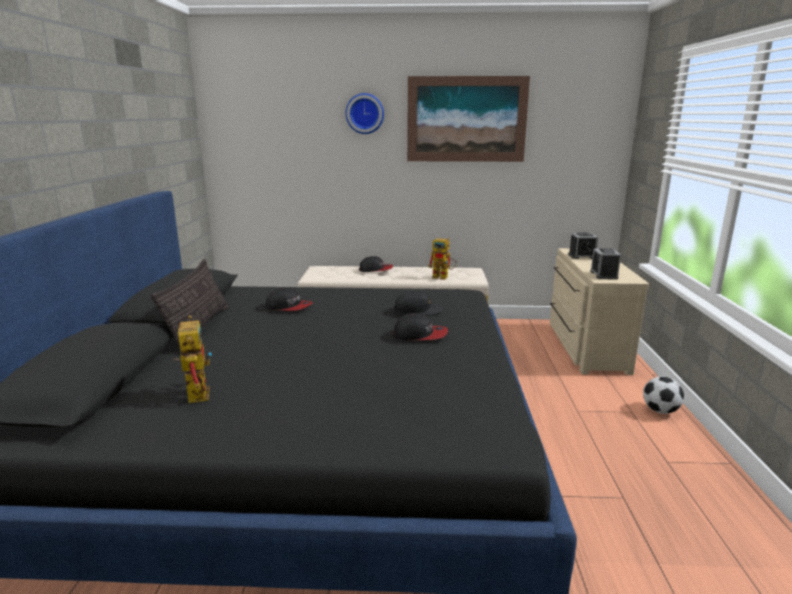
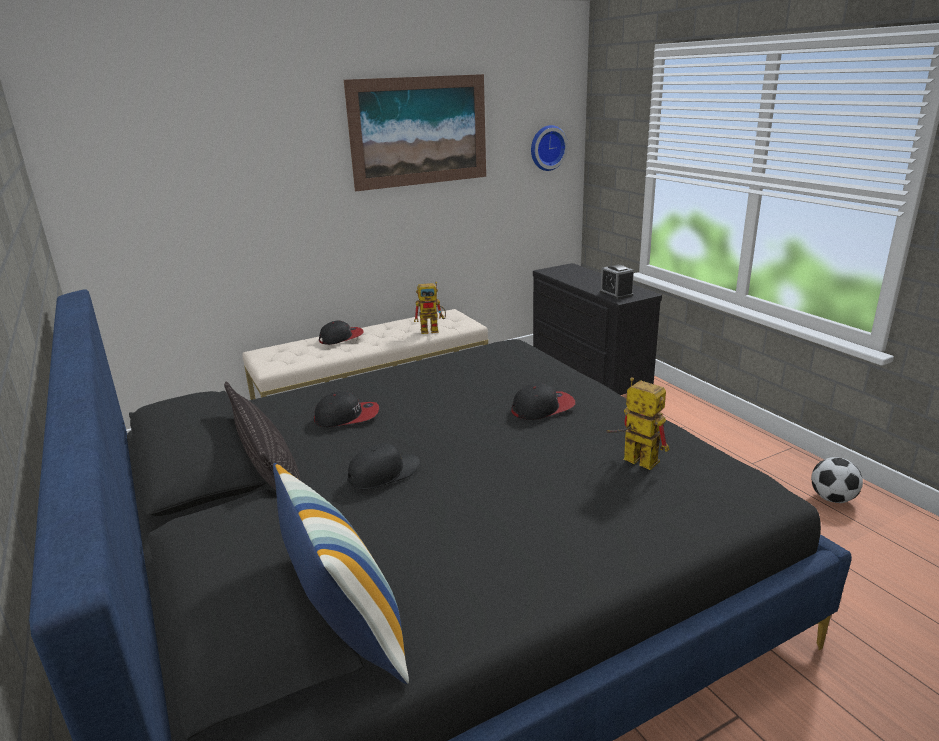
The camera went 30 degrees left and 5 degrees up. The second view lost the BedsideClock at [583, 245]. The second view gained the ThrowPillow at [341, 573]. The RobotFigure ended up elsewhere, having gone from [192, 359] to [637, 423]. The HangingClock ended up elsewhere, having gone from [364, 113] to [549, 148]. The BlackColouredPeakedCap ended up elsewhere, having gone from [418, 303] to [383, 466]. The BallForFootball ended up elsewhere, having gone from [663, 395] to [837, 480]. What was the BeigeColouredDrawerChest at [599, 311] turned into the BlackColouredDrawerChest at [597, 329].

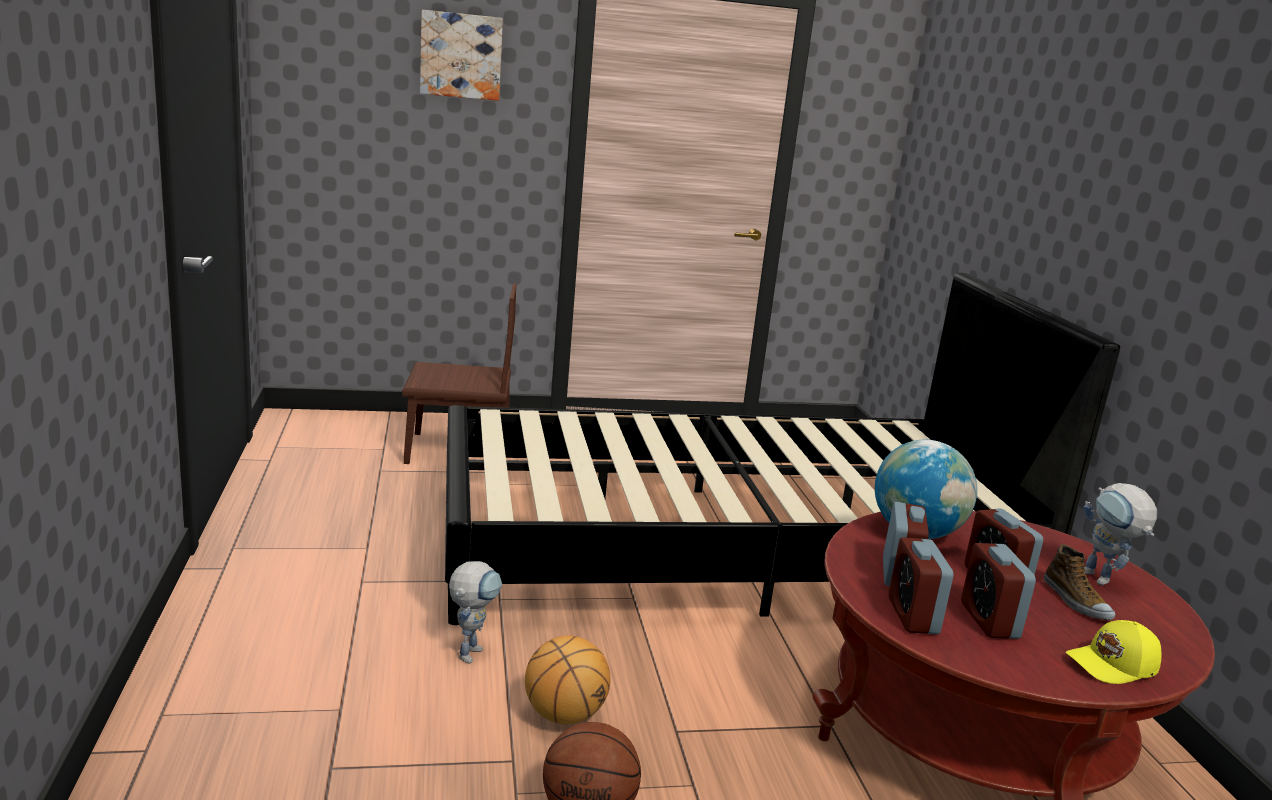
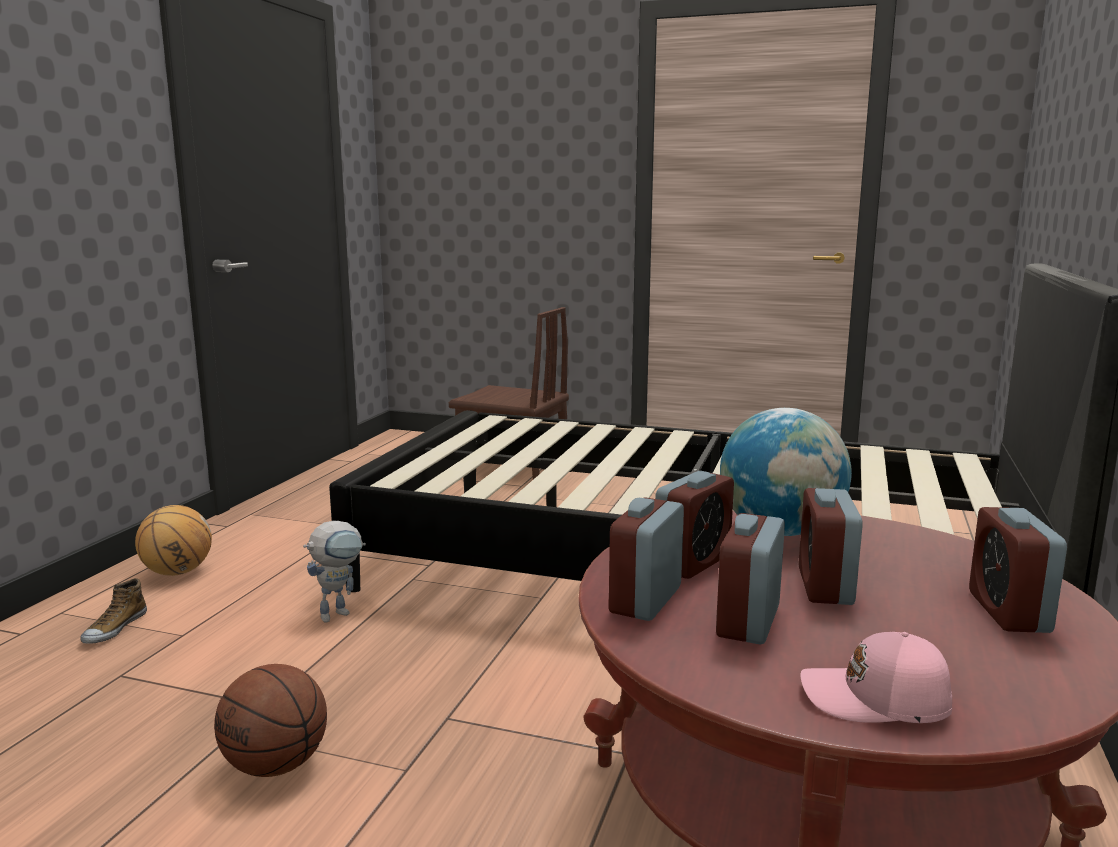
The camera went 30 degrees right and 5 degrees down. The second view lost the WallArt at [461, 55]. The BasketballBall ended up elsewhere, having gone from [567, 679] to [173, 540]. The LowShoe ended up elsewhere, having gone from [1079, 582] to [113, 611]. Where the RobotFigure stood at [1120, 534], the BedsideClock came to stand at [1018, 570]. What was the YellowColouredPeakedCap at [1113, 652] turned into the PinkishPeakedCap at [876, 677].

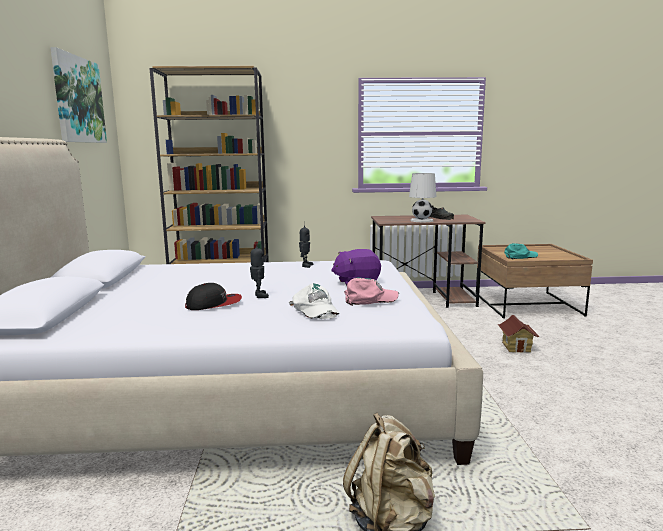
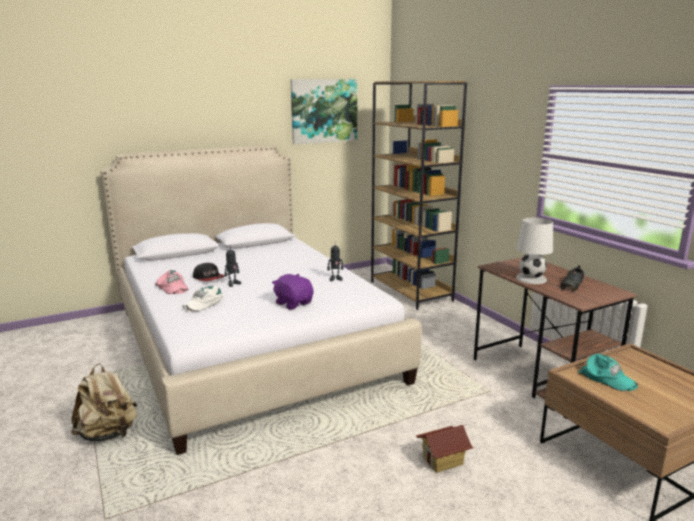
The camera went 65 degrees right and 5 degrees up. The PinkishPeakedCap ended up elsewhere, having gone from [371, 291] to [172, 282].

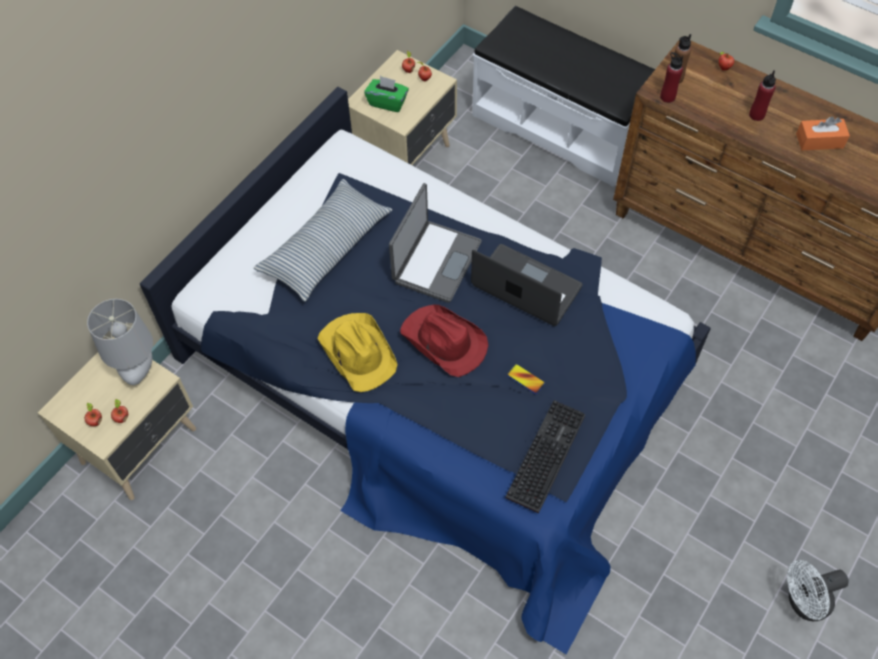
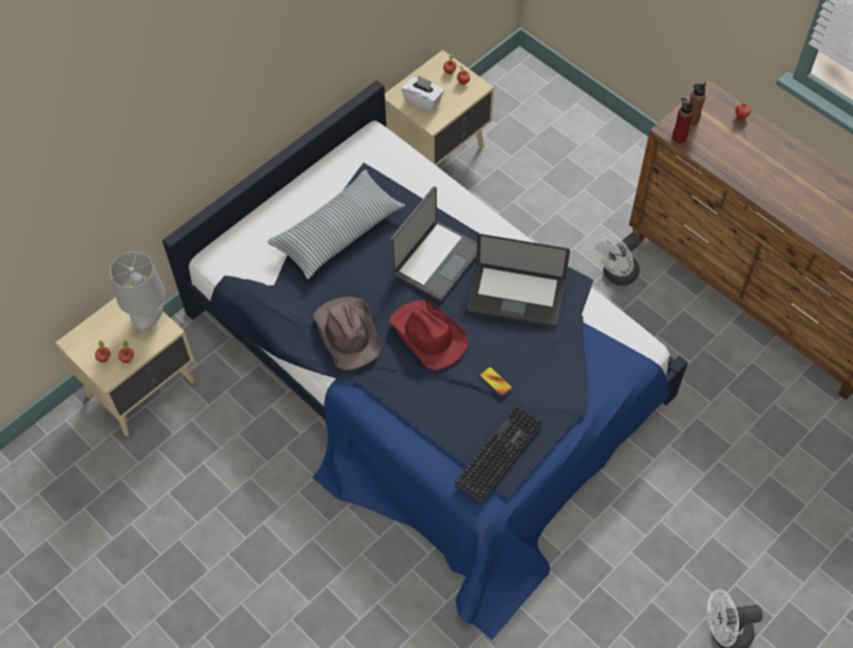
The camera went 10 degrees right and 0 degrees up. The second view lost the WhiteColouredBench at [563, 96]. The second view lost the RedBeverageBottle at [762, 95]. The second view lost the OrangeyBoxOfTissues at [823, 133]. The second view gained the WhiteColouredElectricFan at [618, 259]. What was the YellowColouredClothingHat at [357, 352] turned into the BrownColouredClothingHat at [347, 333]. What was the GreenBoxOfTissues at [386, 94] turned into the WhiteColouredBoxOfTissues at [422, 93]. The NotebookComputer at [527, 285] ended up facing another way, 150 degrees clockwise from before.

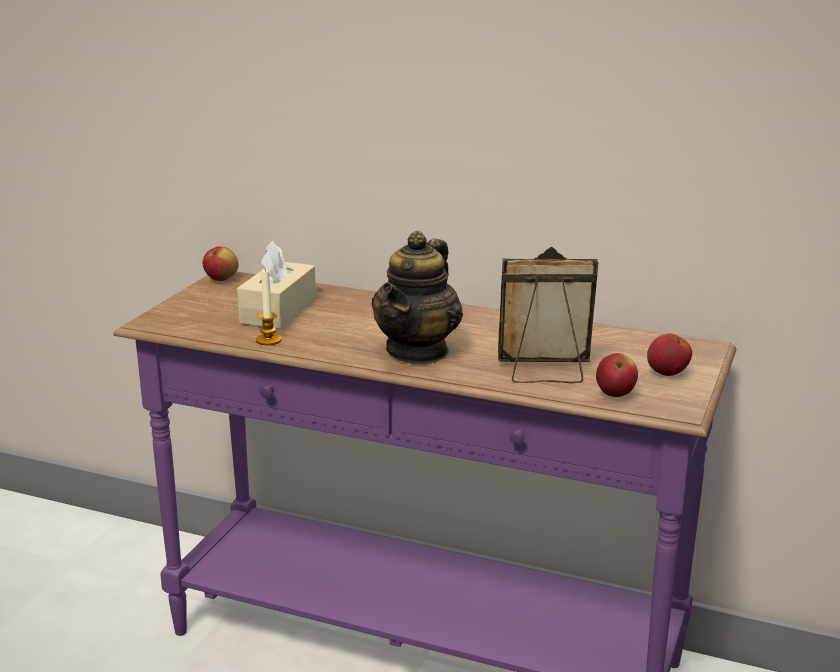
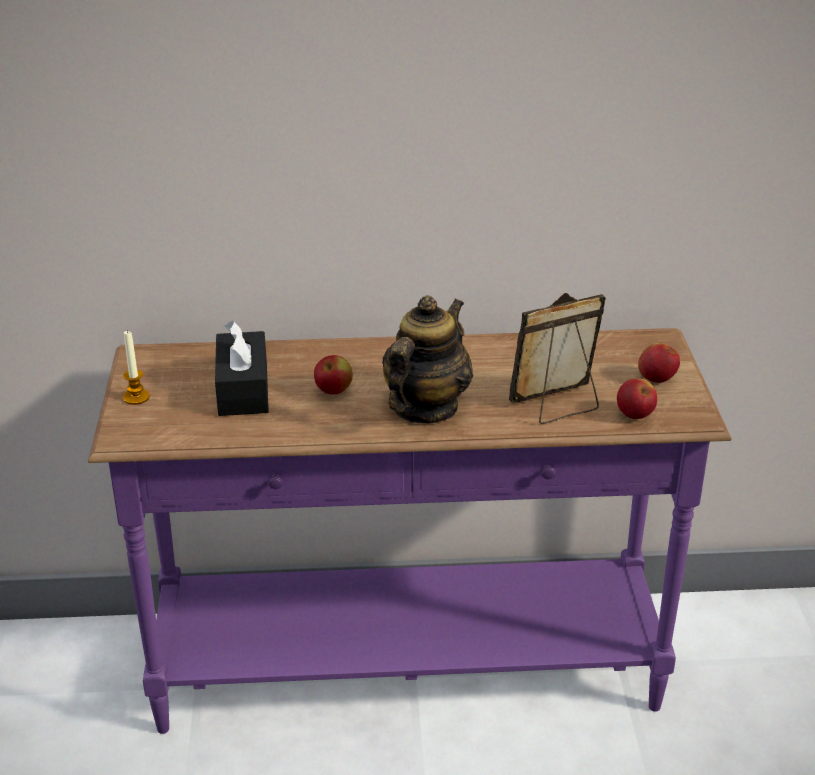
The camera went 25 degrees left and 10 degrees up. The Apple ended up elsewhere, having gone from [221, 264] to [333, 374]. The Candle ended up elsewhere, having gone from [269, 307] to [136, 367]. What was the BeigeColouredBoxOfTissues at [276, 285] turned into the BlackColouredBoxOfTissues at [242, 368]. The TeaPot at [417, 297] ended up facing another way, 150 degrees counterclockwise from before.

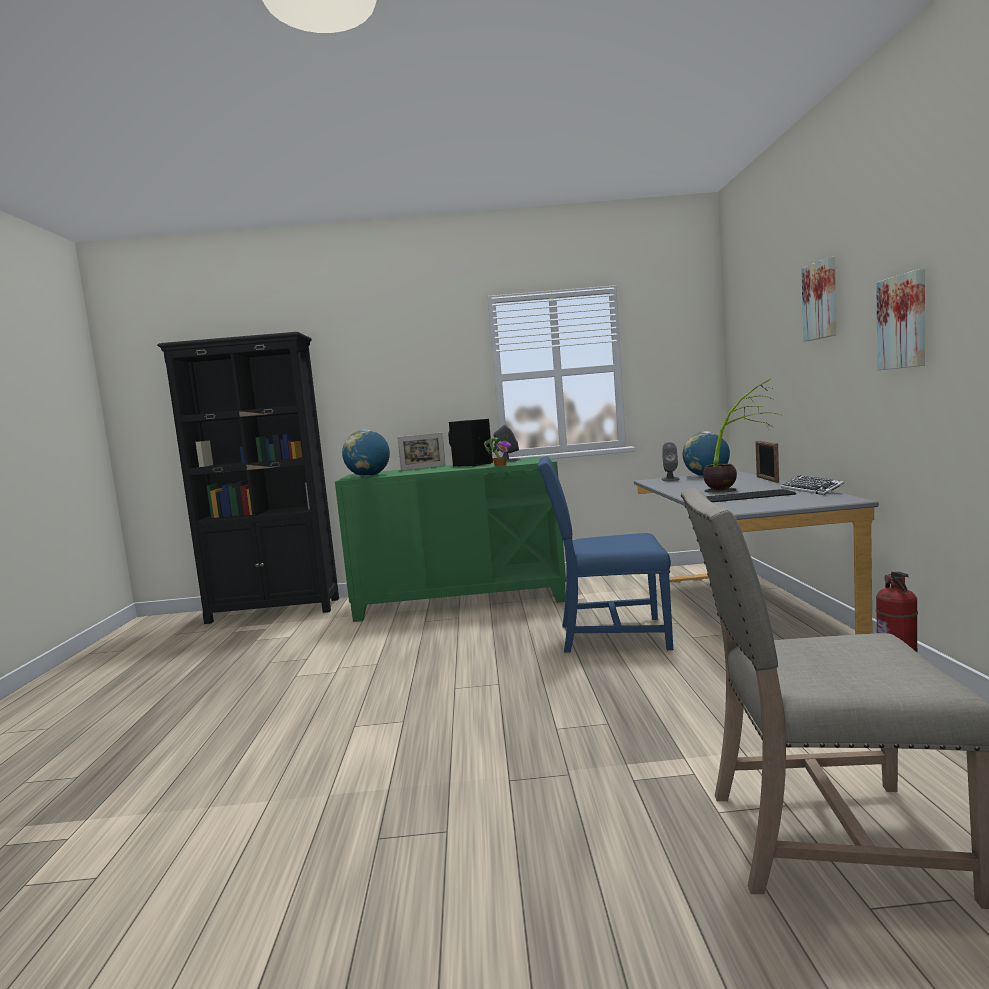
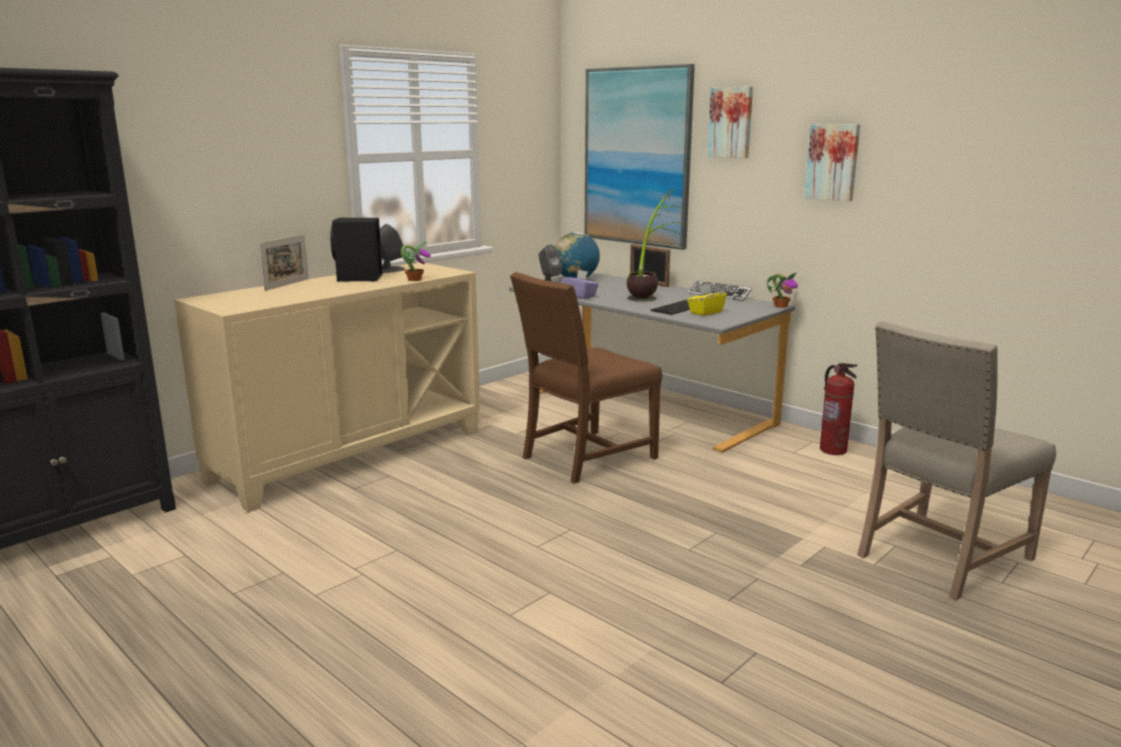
The camera went 45 degrees left and 10 degrees up. The second view lost the WorldGlobe at [366, 453]. The second view gained the PurplishBoxOfTissues at [580, 284]. The second view gained the WallArt at [639, 157]. The second view gained the YellowColouredBoxOfTissues at [707, 300]. The second view gained the PlantInAPot at [782, 290]. What was the GreenCupboard at [450, 539] turned into the BeigeColouredCupboard at [327, 387]. What was the BlueChair at [605, 554] turned into the BrownColouredChair at [586, 378].

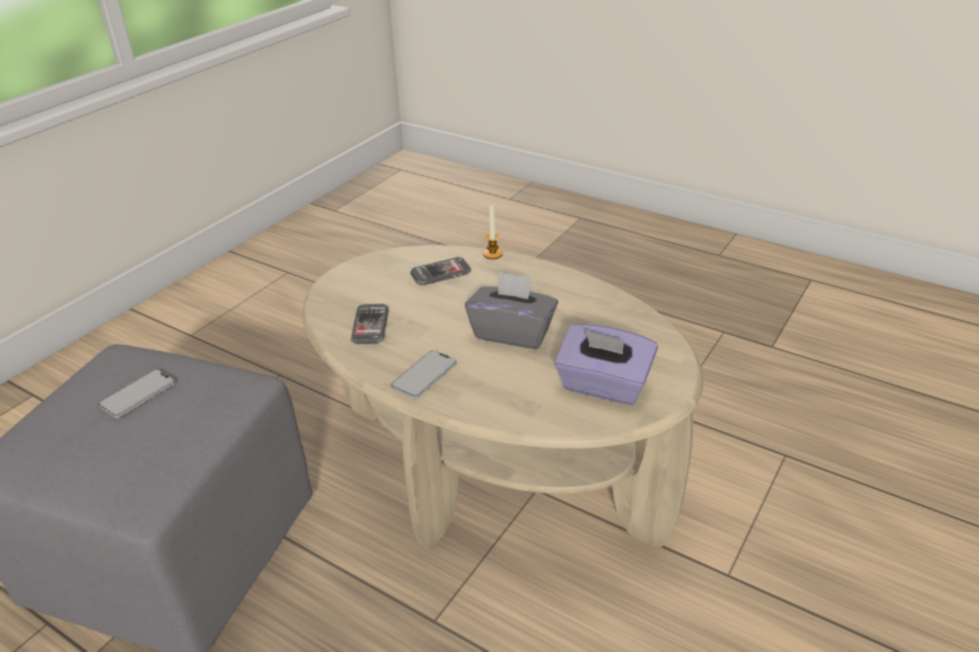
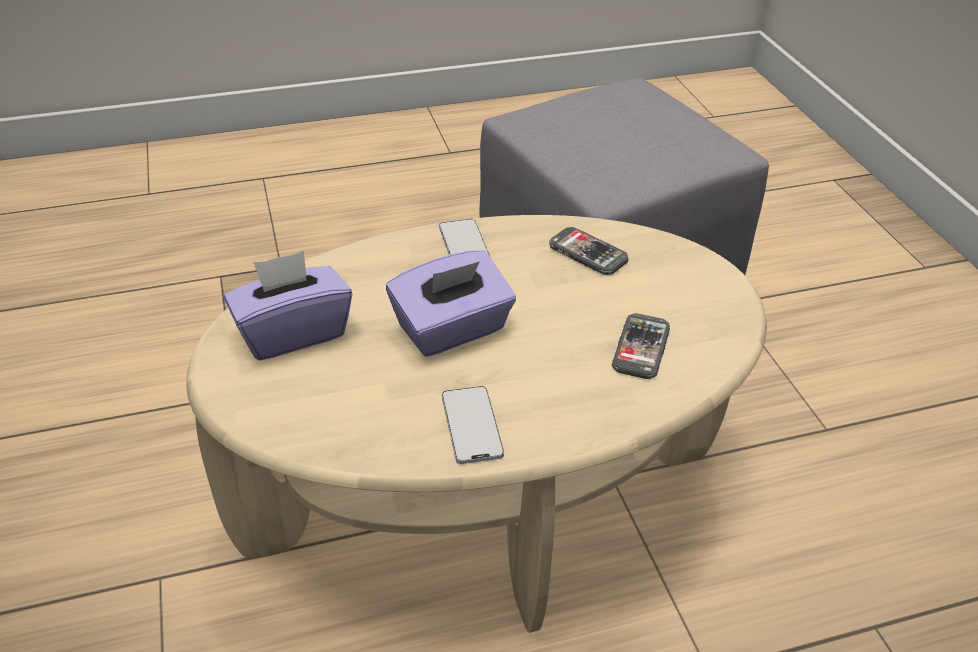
The camera went 130 degrees right and 5 degrees up. The second view lost the Candle at [493, 231]. The Handset ended up elsewhere, having gone from [136, 393] to [473, 425]. What was the GrayBoxOfTissues at [511, 310] turned into the PurplishBoxOfTissues at [451, 304].

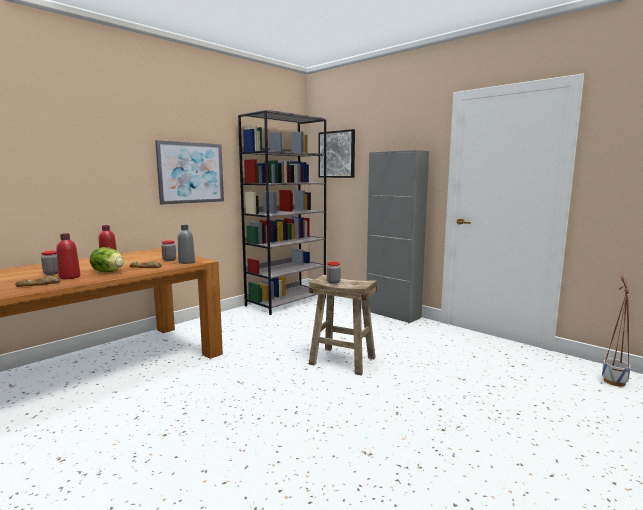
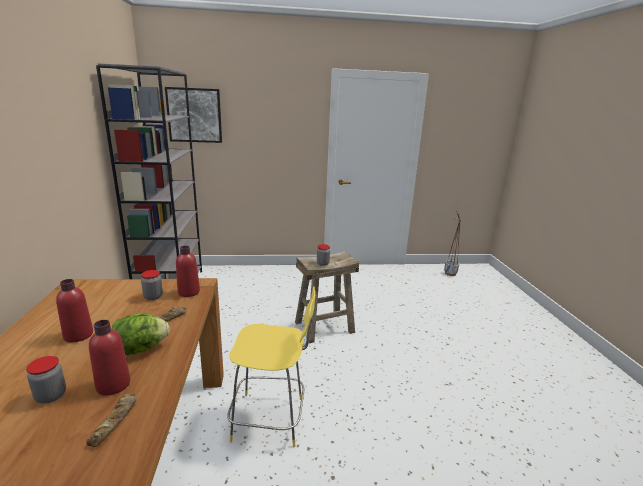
The camera went 50 degrees left and 10 degrees up. The second view lost the WallArt at [189, 172]. The second view lost the GrayCupboard at [398, 237]. The second view gained the YellowColouredStool at [271, 367]. What was the GrayBeverageBottle at [186, 244] turned into the RedBeverageBottle at [188, 271].

